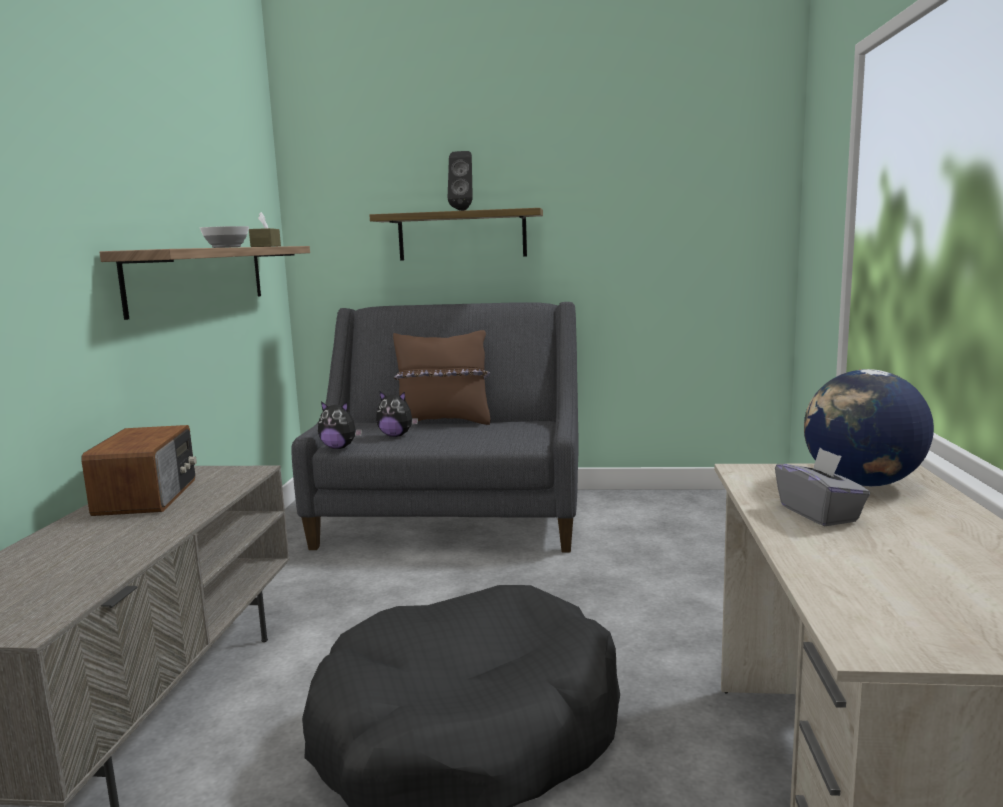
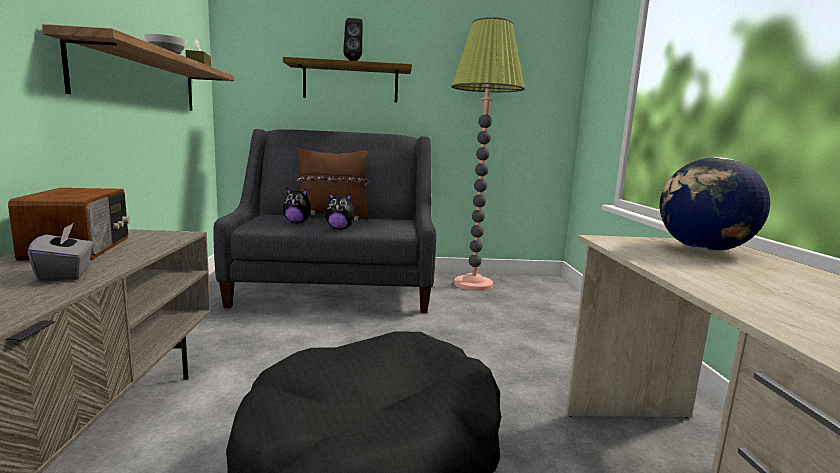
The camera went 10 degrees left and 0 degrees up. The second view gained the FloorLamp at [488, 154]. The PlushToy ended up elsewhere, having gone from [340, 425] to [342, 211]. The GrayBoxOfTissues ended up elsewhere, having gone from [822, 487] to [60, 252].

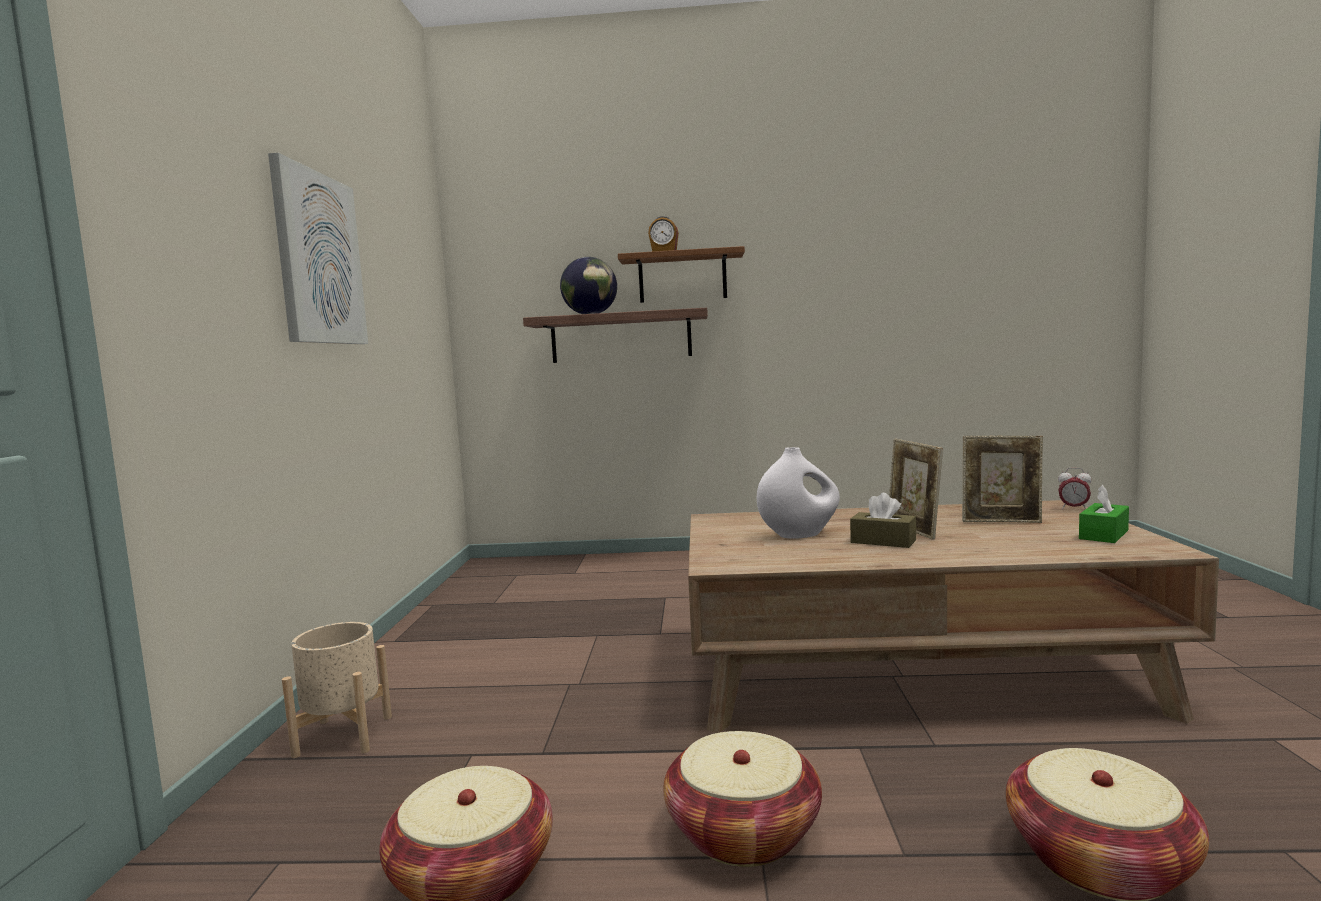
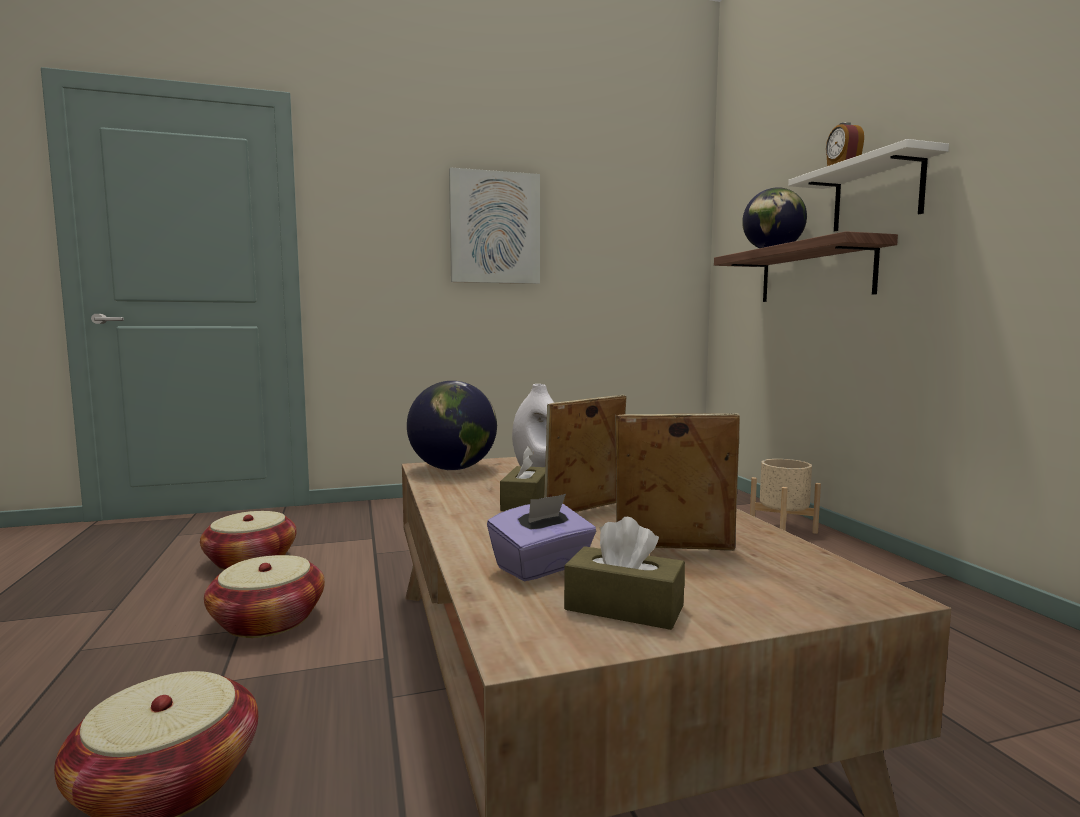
The camera went 70 degrees right and 0 degrees up. The second view lost the BedsideClock at [1075, 489]. The second view gained the WorldGlobe at [452, 425]. The second view gained the PurplishBoxOfTissues at [541, 537]. The BeigeColouredFlowerPot ended up elsewhere, having gone from [337, 690] to [785, 496]. What was the BrownColouredWallShelf at [681, 274] turned into the WhiteColouredWallShelf at [868, 185]. What was the GreenBoxOfTissues at [1104, 514] turned into the BrownColouredBoxOfTissues at [624, 573]. The PictureFrame at [1002, 479] ended up facing another way, 105 degrees clockwise from before.

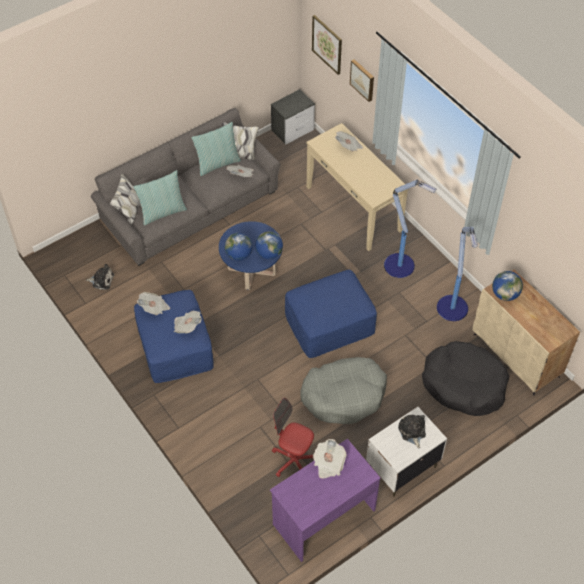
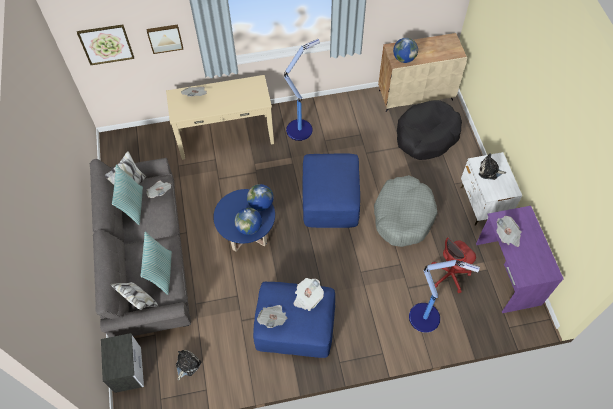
The camera went 65 degrees left and 5 degrees up. The NightTable ended up elsewhere, having gone from [293, 116] to [122, 363]. The FloorLamp ended up elsewhere, having gone from [457, 274] to [444, 296].

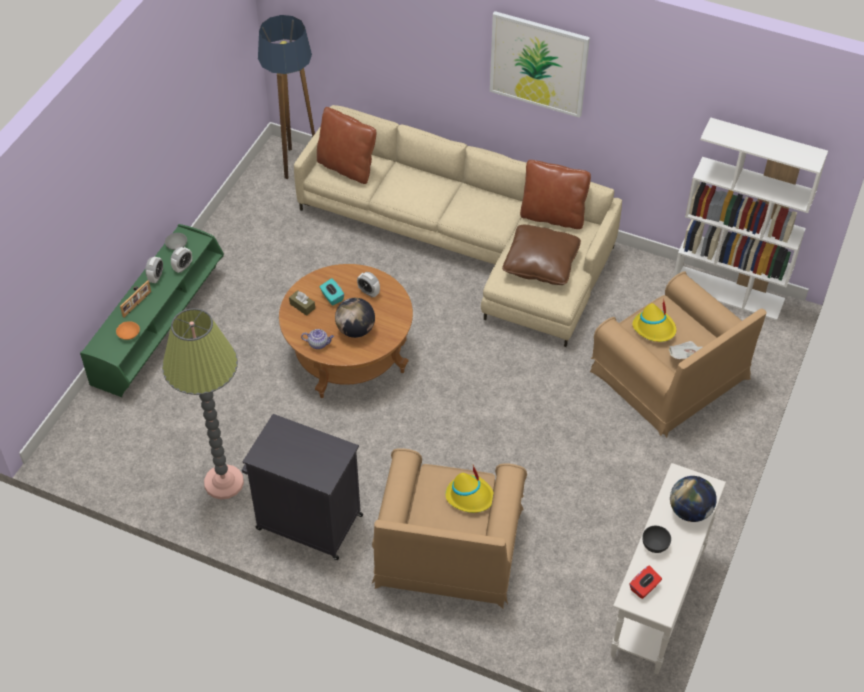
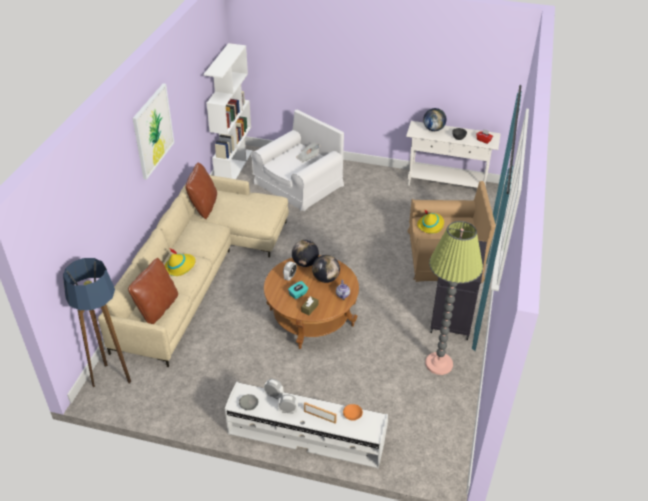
The camera went 100 degrees left and 10 degrees down. The second view lost the BrownColouredThrowPillow at [541, 255]. The second view gained the WorldGlobe at [305, 253]. The YellowColouredClothingHat ended up elsewhere, having gone from [654, 321] to [180, 262]. What was the GreenTvStand at [152, 310] turned into the WhiteColouredTvStand at [306, 425]. What was the BrownColouredArmchair at [678, 355] turned into the WhiteColouredArmchair at [297, 161].

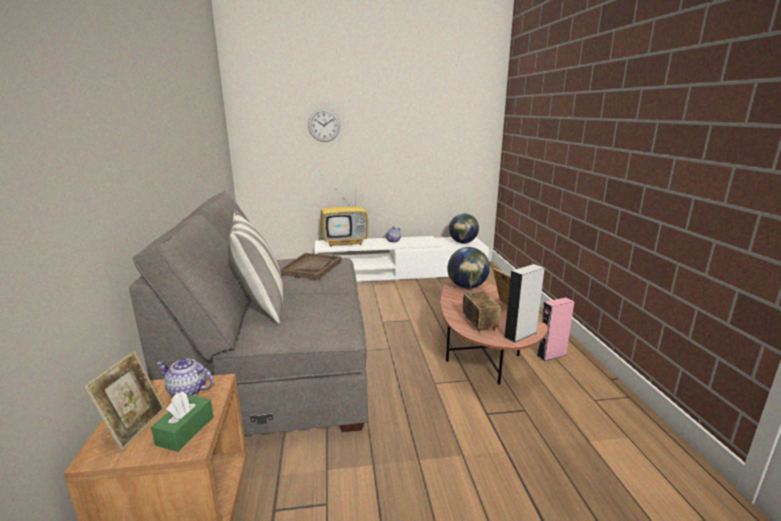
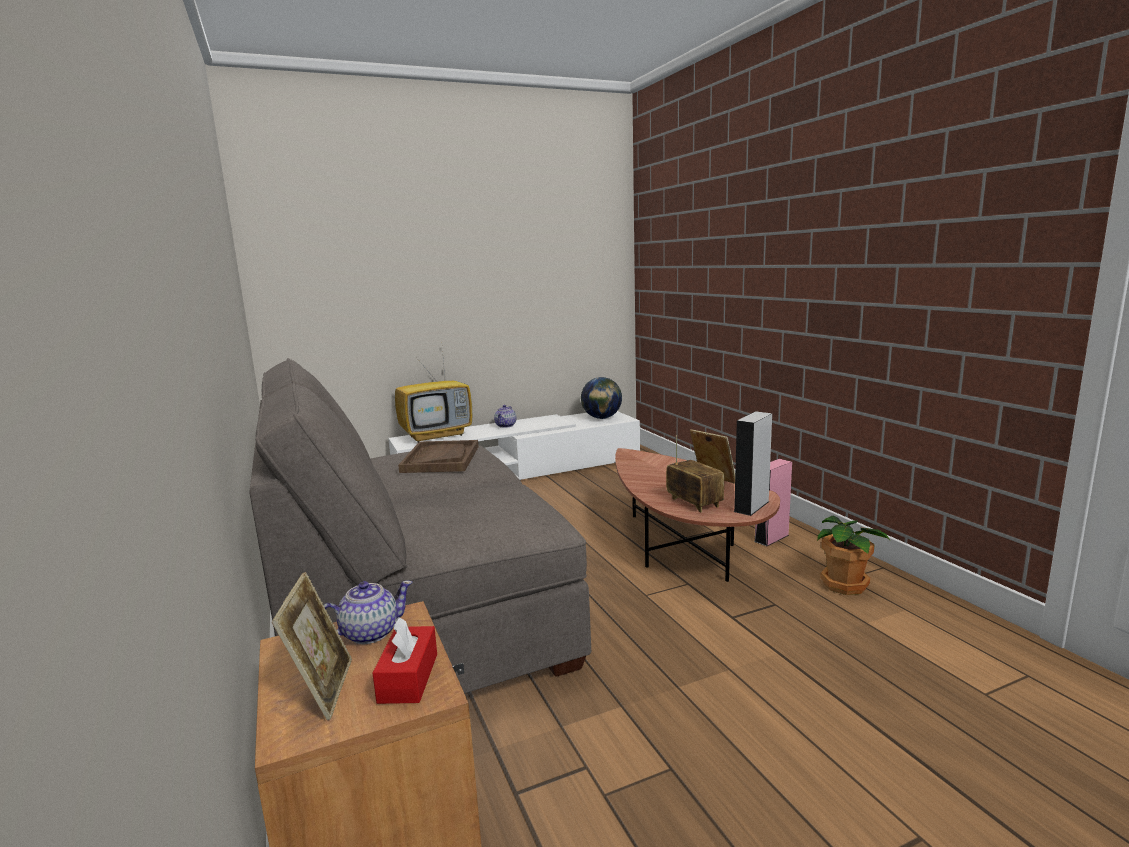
The camera went 15 degrees left and 5 degrees down. The second view lost the ThrowPillow at [255, 267]. The second view lost the HangingClock at [324, 125]. The second view lost the WorldGlobe at [468, 268]. The second view gained the PlantInAPot at [854, 555]. What was the GreenBoxOfTissues at [182, 422] turned into the RedBoxOfTissues at [404, 660]. The TeaPot at [185, 377] ended up facing another way, 150 degrees clockwise from before.

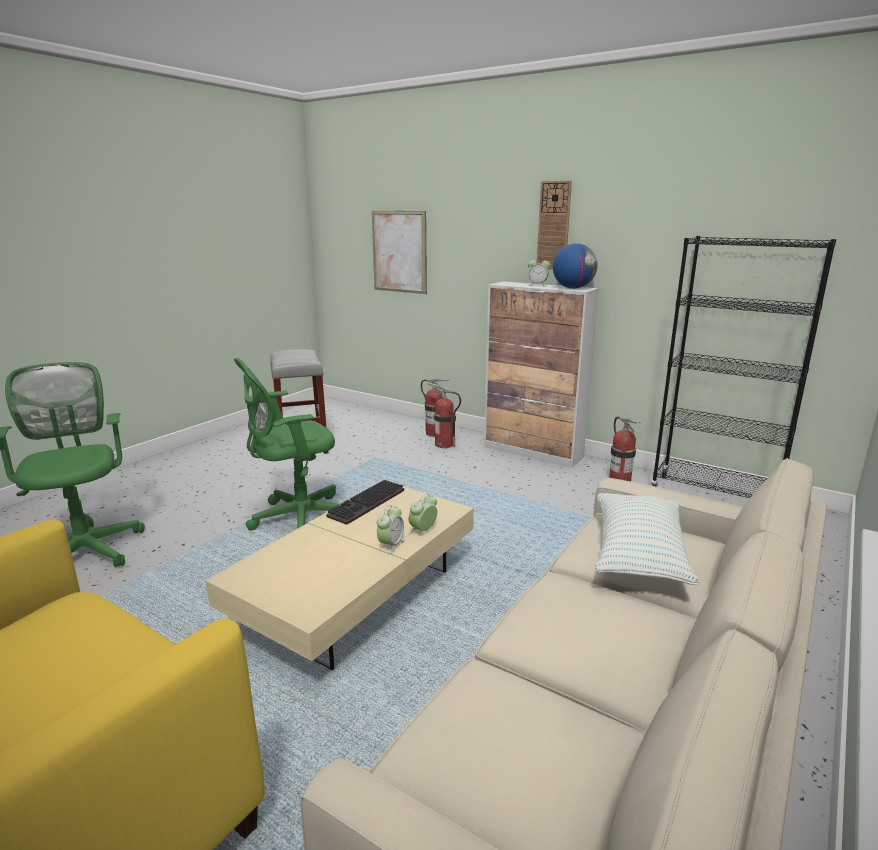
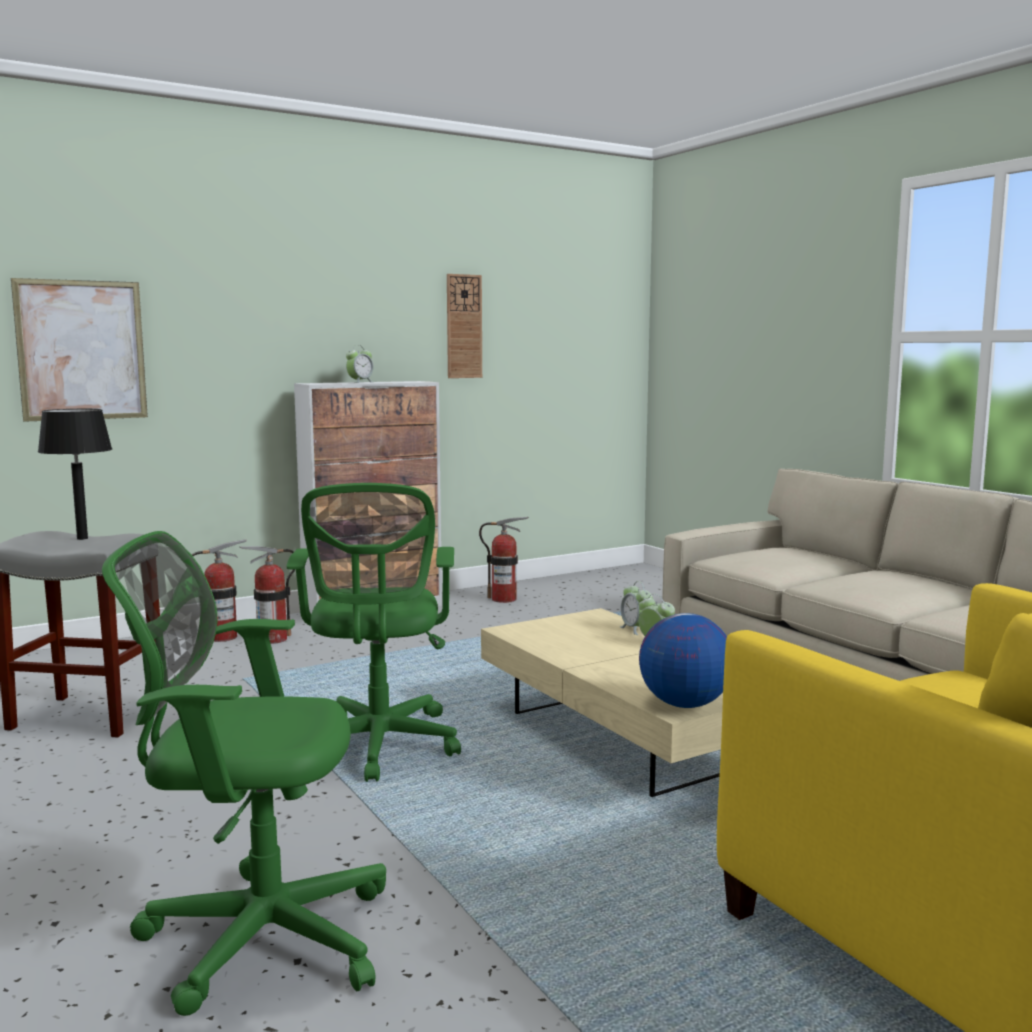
The camera went 65 degrees left and 10 degrees down. The second view lost the Keyboard at [365, 502]. The second view lost the ThrowPillow at [647, 539]. The second view lost the BlackColouredShelvingUnit at [743, 367]. The second view gained the BlackColouredTableLamp at [75, 474]. The HangingClock ended up elsewhere, having gone from [554, 225] to [464, 326]. The WorldGlobe ended up elsewhere, having gone from [575, 266] to [683, 660].

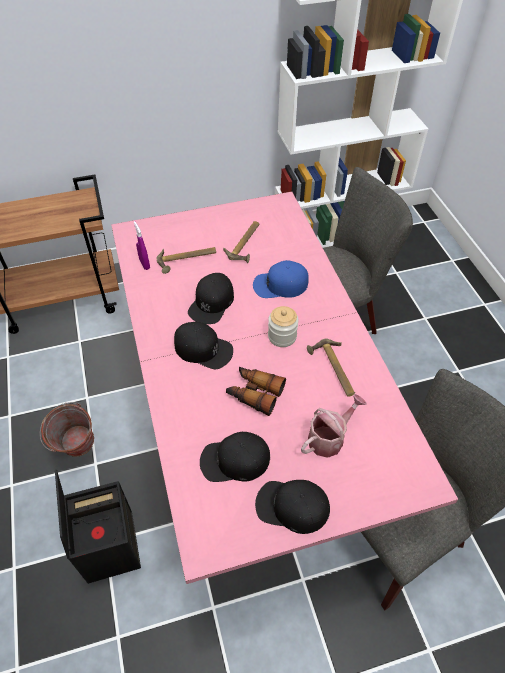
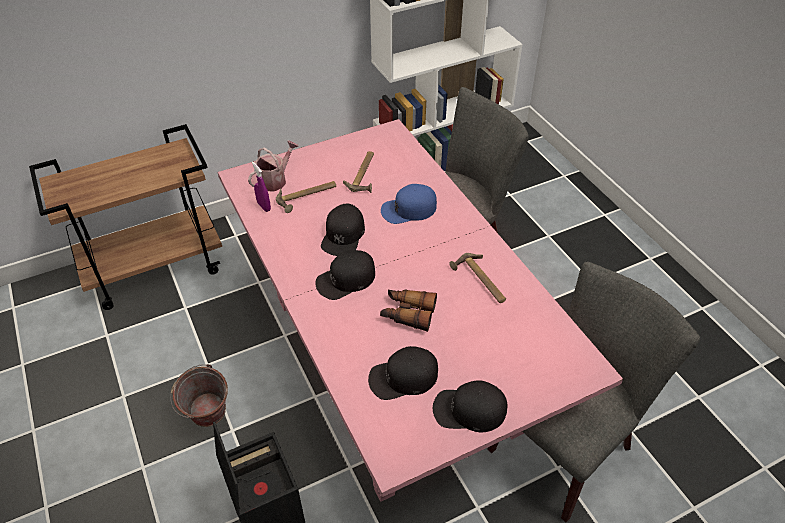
The camera went 10 degrees left and 5 degrees down. The second view lost the PreserveJar at [283, 326]. The WateringCan ended up elsewhere, having gone from [333, 426] to [273, 166]. The BlackColouredPeakedCap at [203, 345] ended up facing another way, 135 degrees clockwise from before.

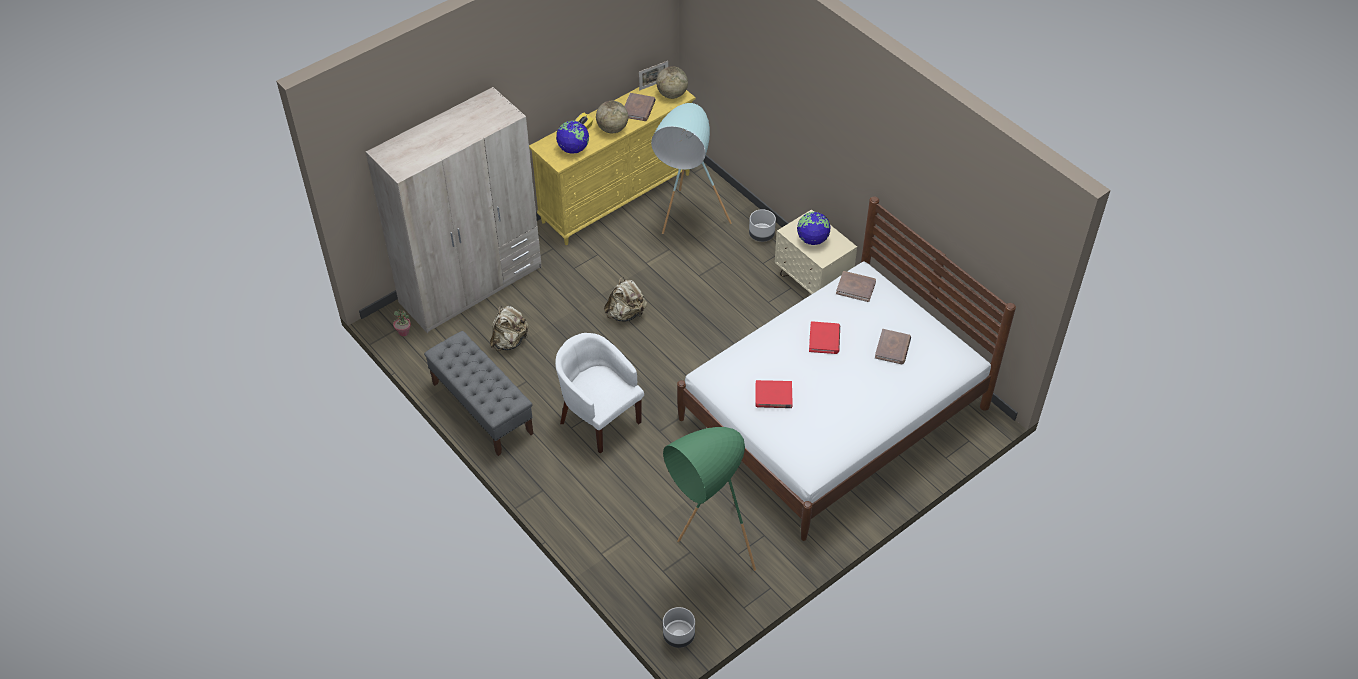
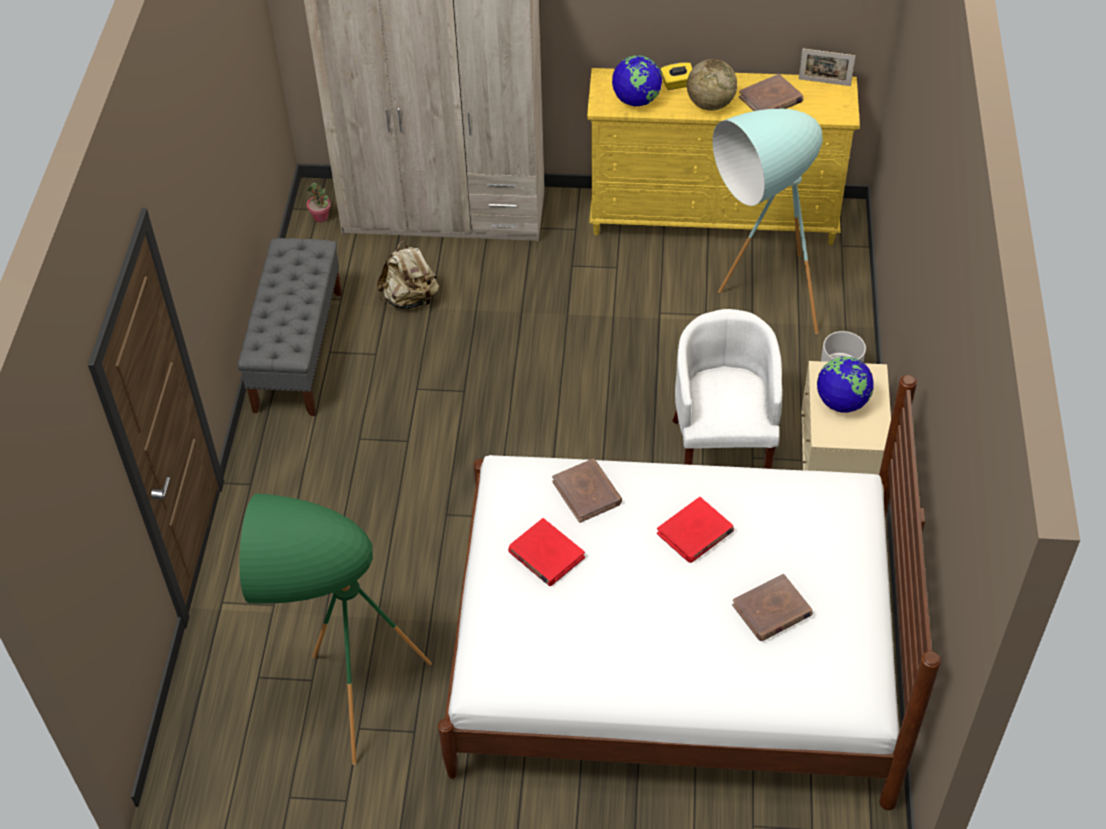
The camera went 45 degrees right and 0 degrees up. The second view lost the BeigeColouredKnapsack at [625, 299]. The second view lost the WorldGlobe at [672, 82]. The second view lost the GrayFlowerPot at [679, 627]. The WhiteColouredArmchair ended up elsewhere, having gone from [599, 393] to [727, 389]. The BrownColouredBook ended up elsewhere, having gone from [856, 286] to [587, 491].

